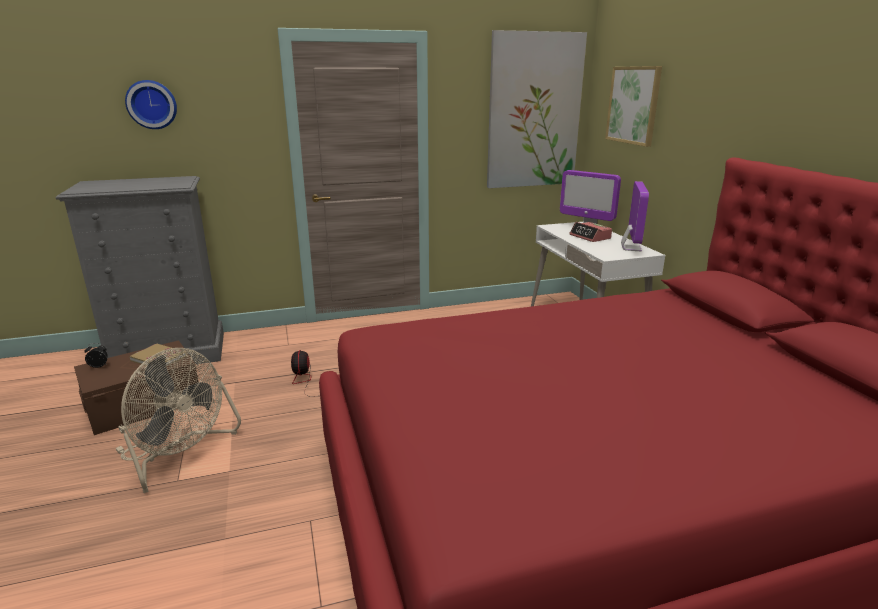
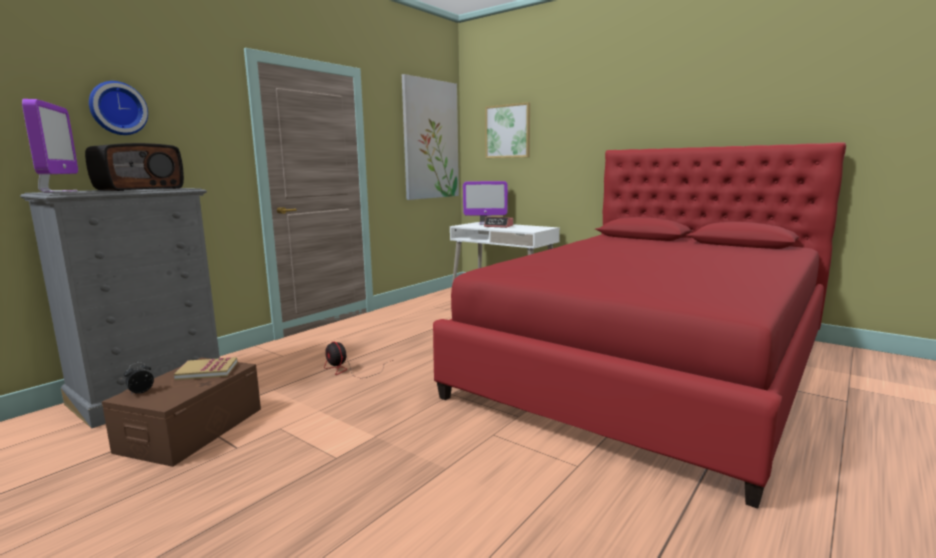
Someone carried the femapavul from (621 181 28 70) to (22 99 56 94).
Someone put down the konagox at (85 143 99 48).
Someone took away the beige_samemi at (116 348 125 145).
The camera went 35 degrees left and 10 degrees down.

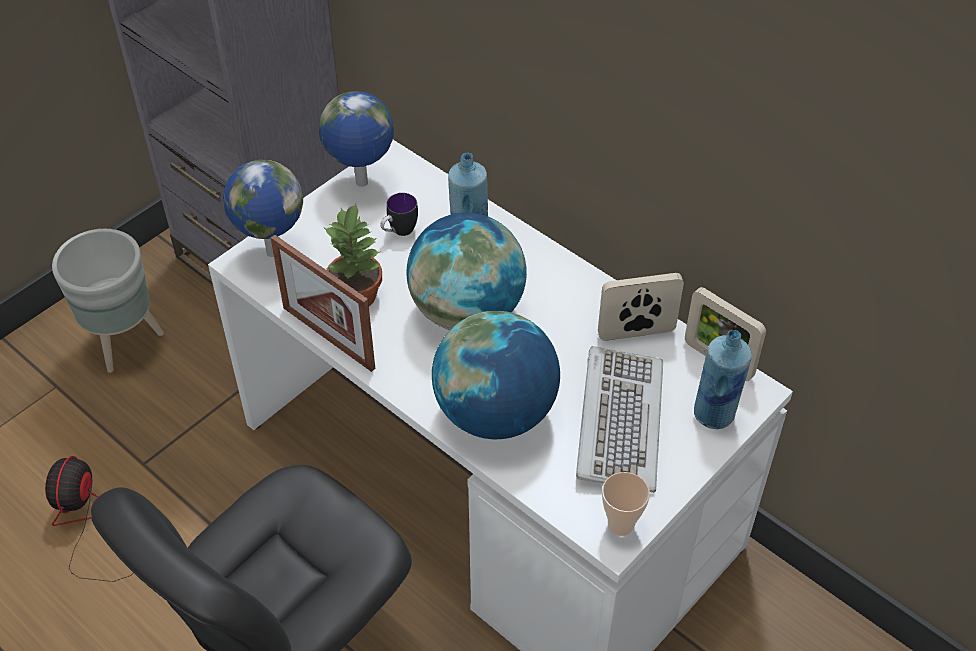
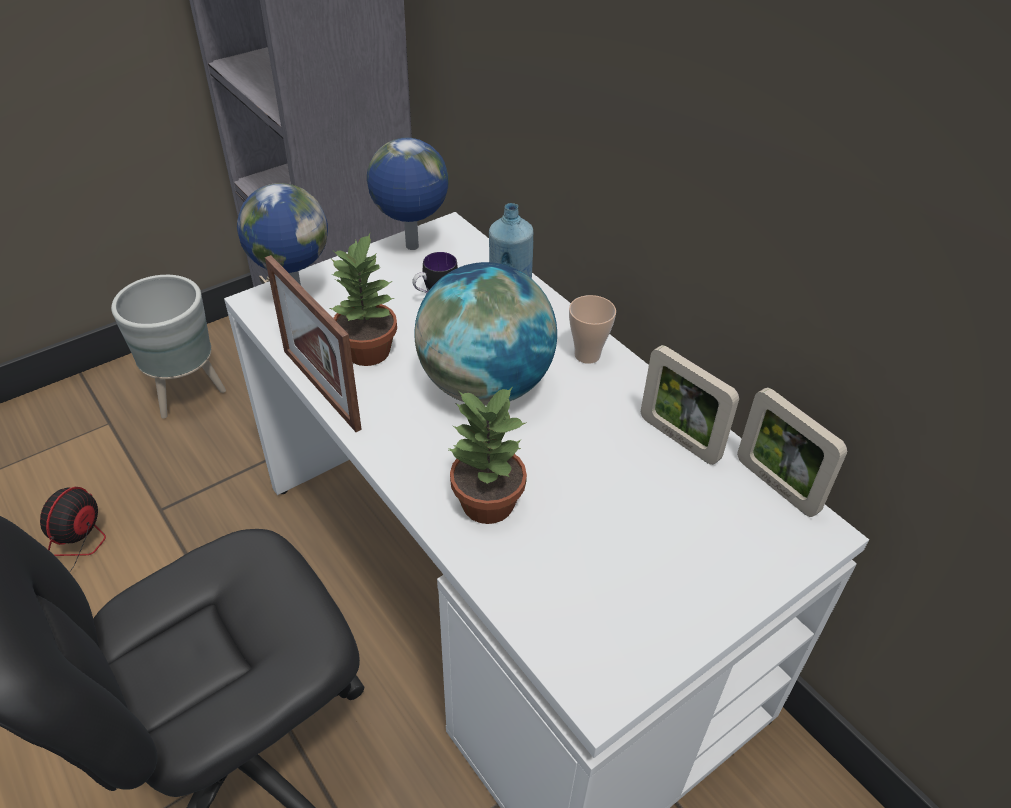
Someone swapped the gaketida at (432 311 128 128) for the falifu at (448 388 79 136).
Someone carried the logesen from (602 472 48 64) to (569 295 47 69).
Someone rotated the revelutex at (598 273 86 68) by 135 degrees counterclockwise.
Someone took away the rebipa at (576 346 87 147).
Someone took away the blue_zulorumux at (694 330 58 99).
The camera went 10 degrees right and 5 degrees down.

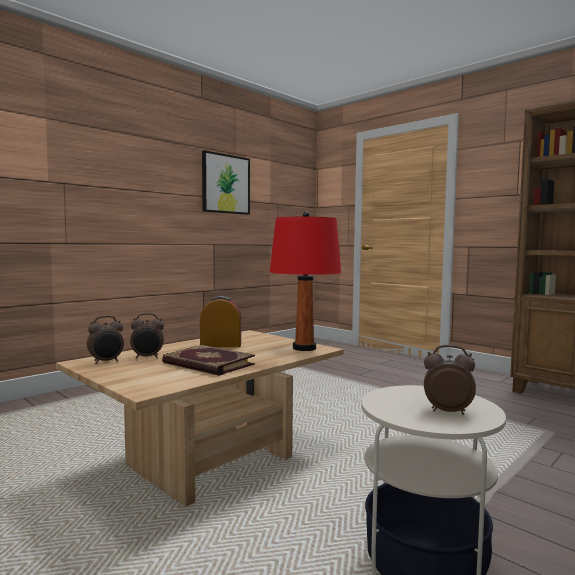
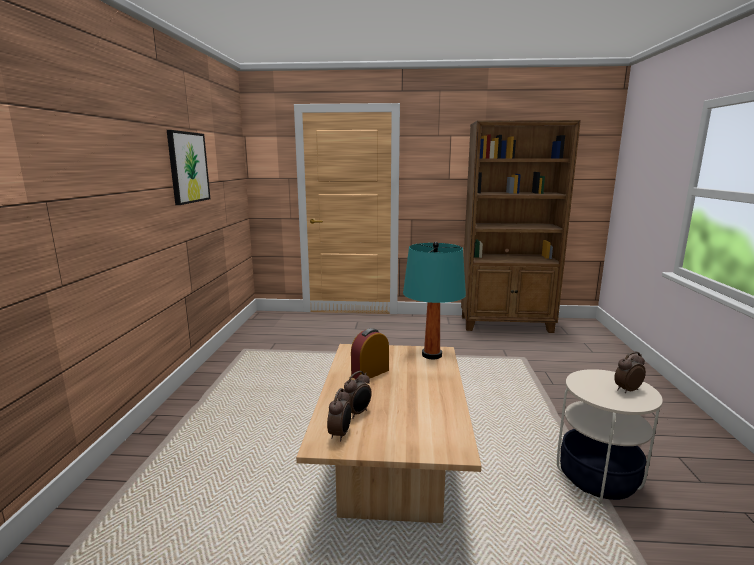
Someone repainted the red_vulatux at (270 212 71 139), which became the turquoise_vulatux at (403 242 63 118).
Someone took away the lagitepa at (162 345 93 31).
The camera went 40 degrees left and 10 degrees up.

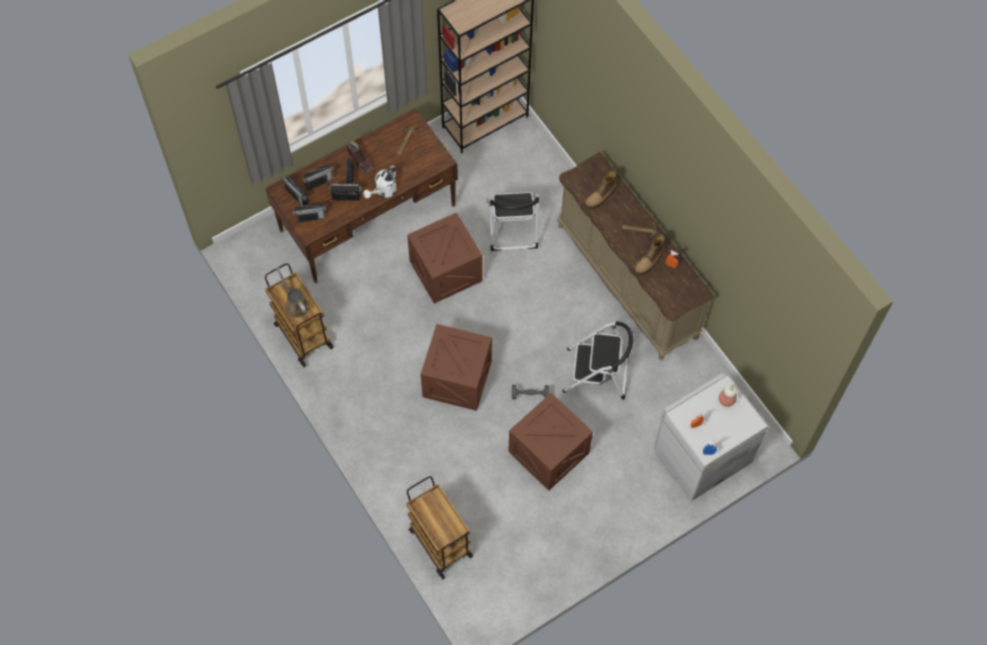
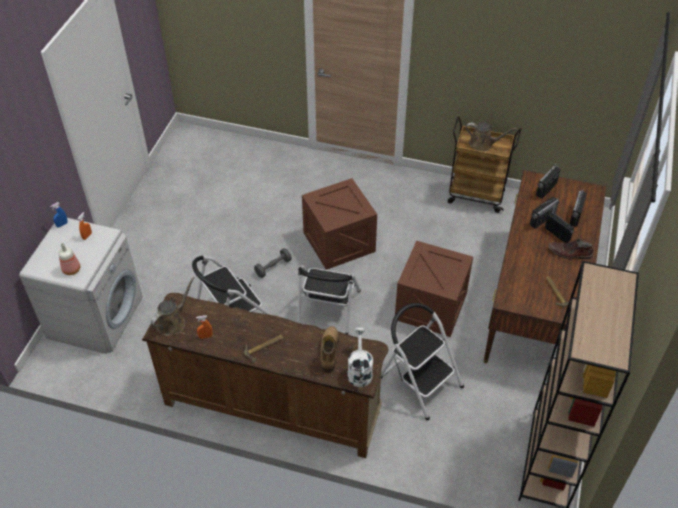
Someone put down the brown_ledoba at (151 277 44 59).
Someone put down the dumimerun at (297 265 64 69).
Someone carried the white_ledoba from (363 166 34 32) to (347 328 26 59).
Someone took away the konagox at (283 176 26 30).
Someone took away the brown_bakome at (406 476 67 104).
Someone took away the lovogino at (508 393 85 98).
Someone took away the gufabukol at (633 234 32 42).
The camera went 140 degrees right and 15 degrees down.

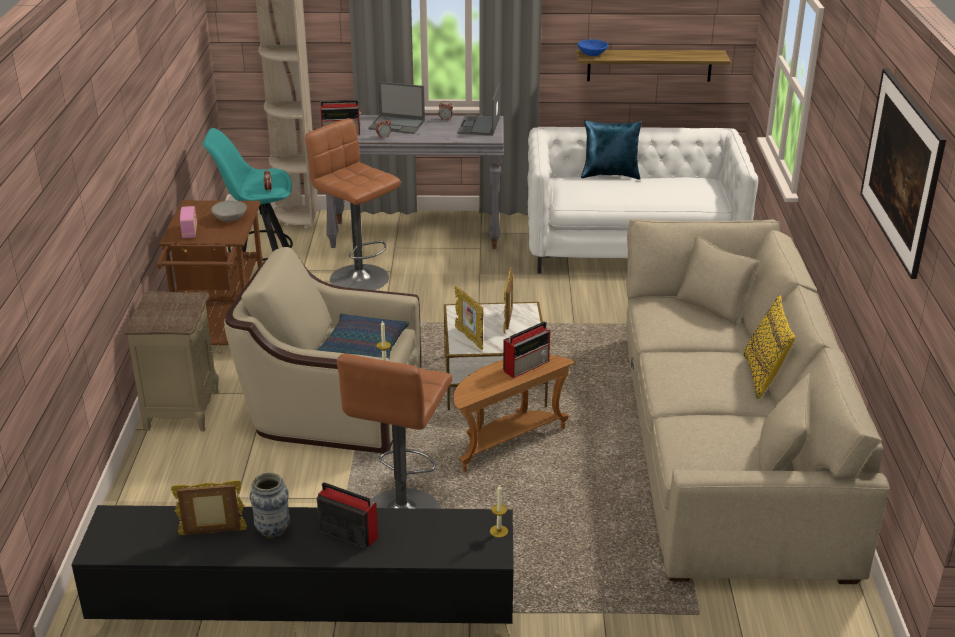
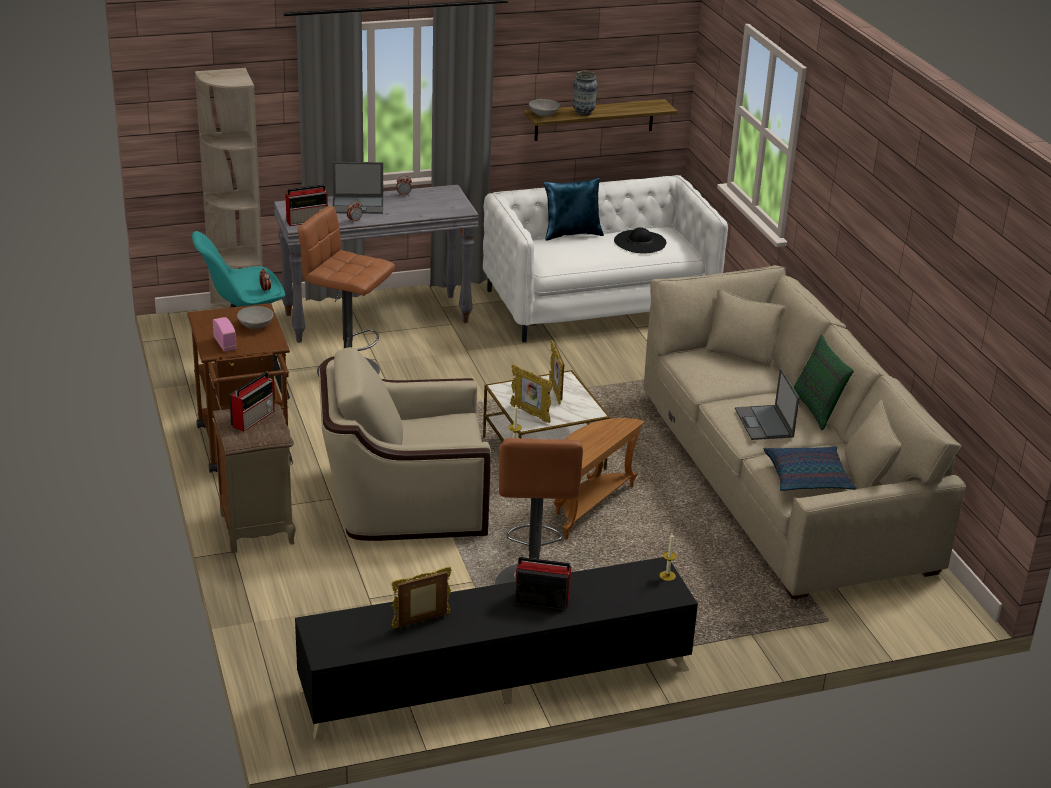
Someone carried the konagox from (503 321 47 57) to (229 371 46 61).
Someone repainted the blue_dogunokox at (578 39 30 17), which became the grey_dogunokox at (529 99 31 18).
Someone carried the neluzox from (250 472 40 66) to (573 70 25 46).
Someone put down the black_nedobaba at (614 227 52 27).
Someone carried the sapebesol from (458 83 42 53) to (735 368 65 72).
Someone carried the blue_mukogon from (317 313 93 46) to (764 446 92 45).
Someone repainted the yellow_mukogon at (744 295 51 104), which became the green_mukogon at (794 335 60 95).
Someone took away the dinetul at (860 68 86 211).
The camera went 20 degrees left and 0 degrees up.

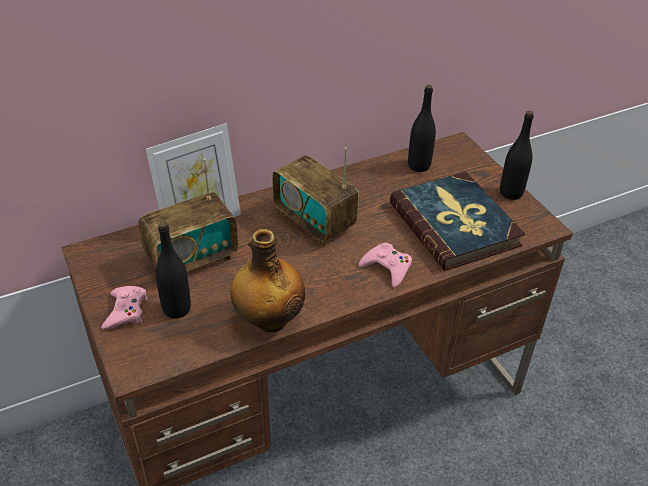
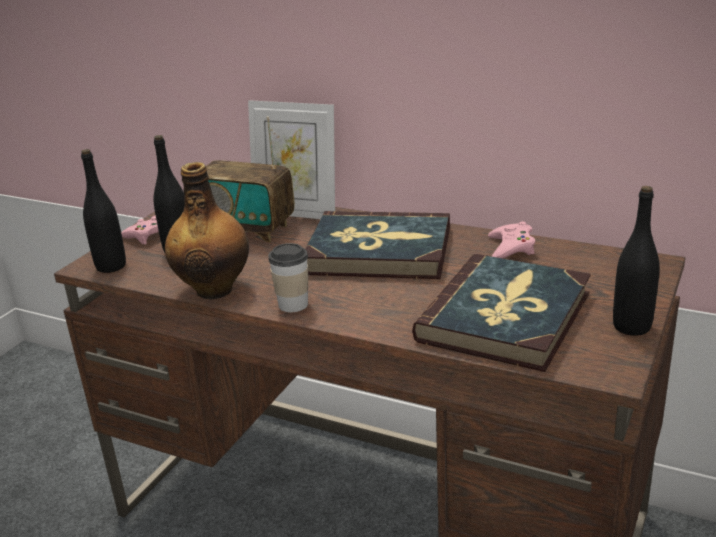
Someone carried the black_zulorumux from (408 84 28 88) to (81 149 45 124).
Someone put down the logesen at (268 243 40 69).
Someone swapped the konagox at (272 147 87 99) for the lagitepa at (306 211 144 68).
Someone carried the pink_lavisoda from (359 243 53 45) to (488 222 47 36).
The camera went 55 degrees right and 15 degrees down.

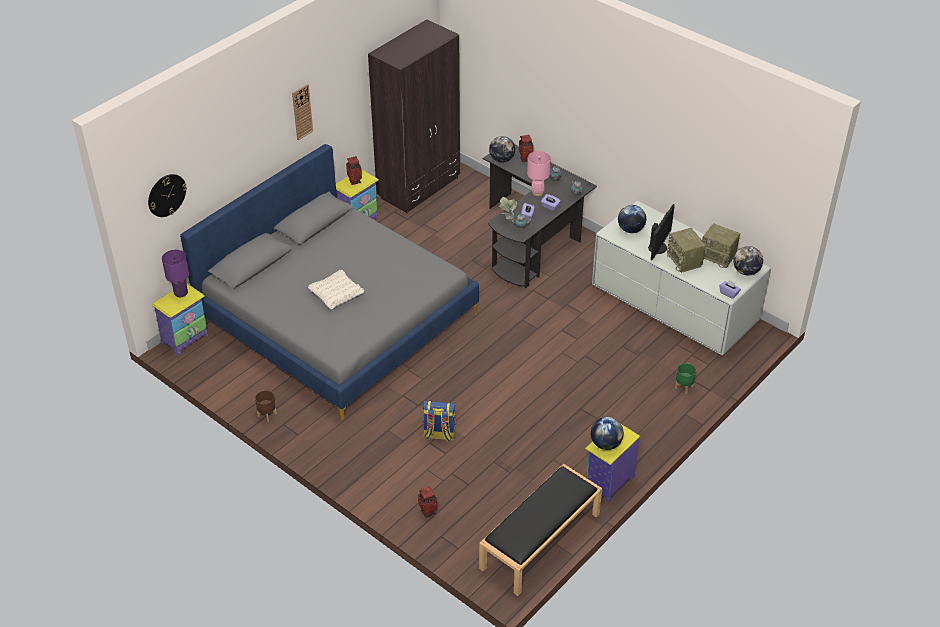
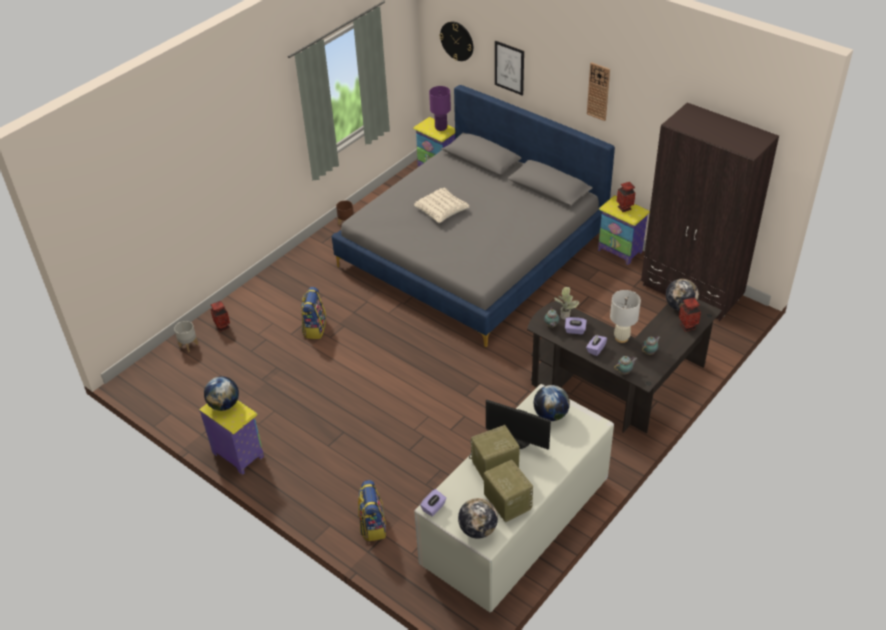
Someone put down the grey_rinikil at (174 321 24 31).
Someone swapped the green_rinikil at (675 363 21 31) for the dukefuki at (358 480 29 62).
Someone rotated the konagox at (702 224 38 44) by 120 degrees clockwise.
Someone put up the dinetul at (495 40 29 56).
Someone repainted the pink_vulatux at (527 151 24 45), which became the white_vulatux at (610 290 31 53).
Someone took away the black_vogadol at (479 464 123 132).
The camera went 90 degrees right and 0 degrees up.

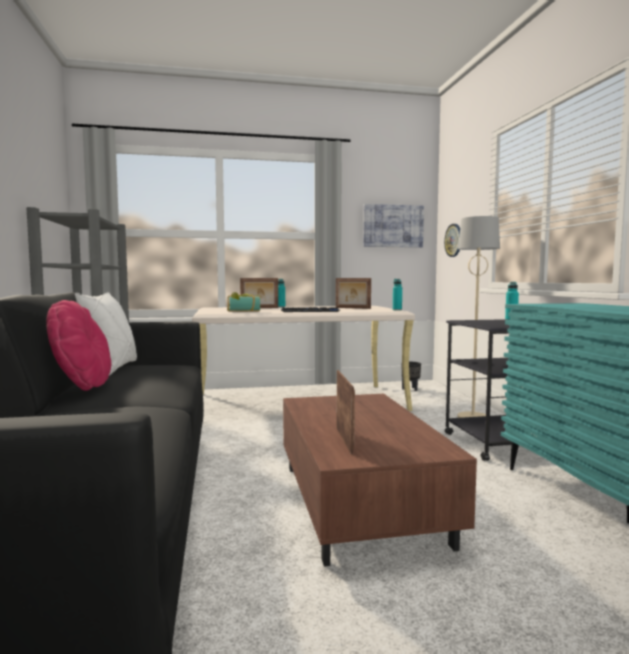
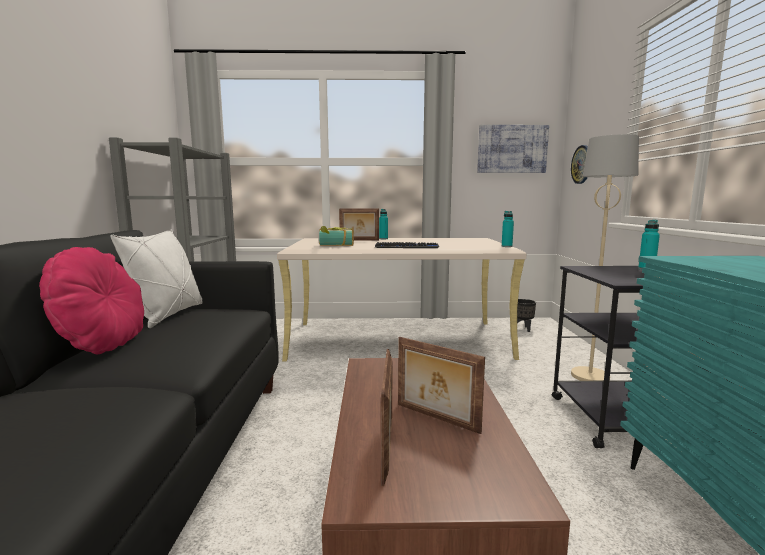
Someone carried the revelutex from (336 278 35 31) to (398 337 87 97).
The camera went 10 degrees right and 5 degrees up.

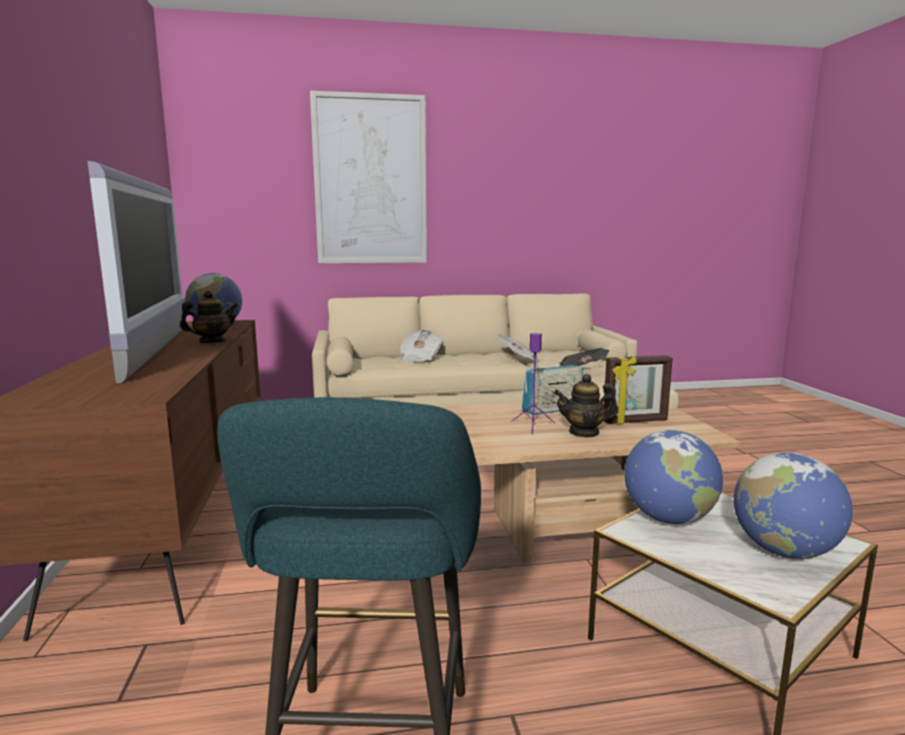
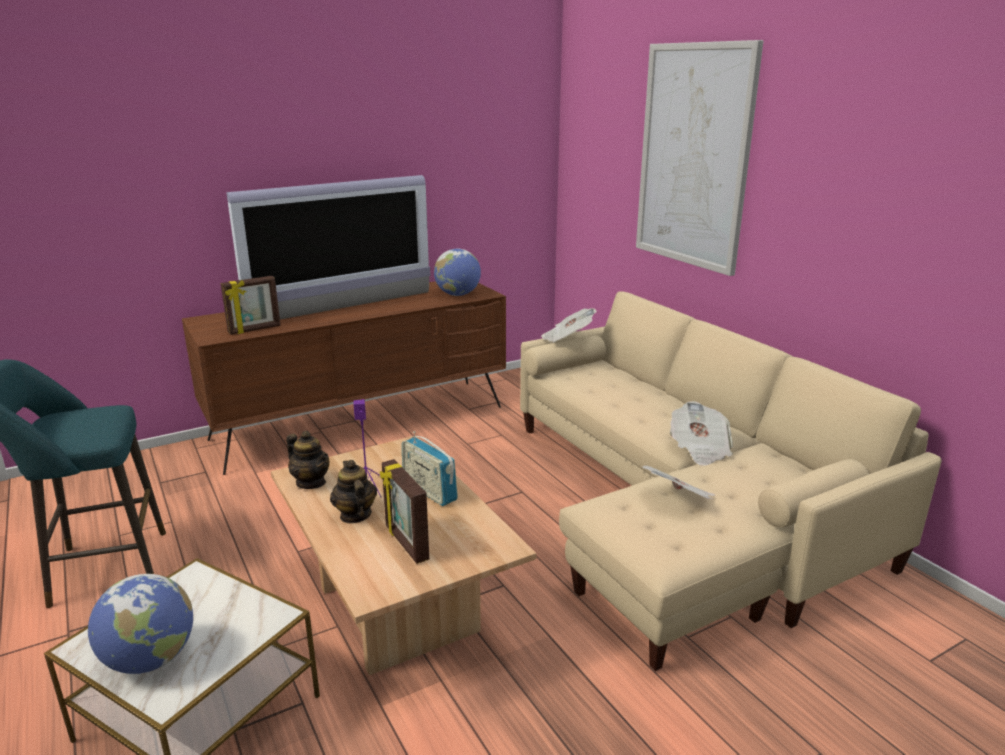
Someone put down the revelutex at (220 276 61 59).
Someone carried the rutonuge from (180 291 59 52) to (286 431 44 58).
Someone carried the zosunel from (399 330 44 33) to (541 308 56 35).
Someone took away the gaketida at (624 430 99 94).
The camera went 70 degrees right and 10 degrees up.

